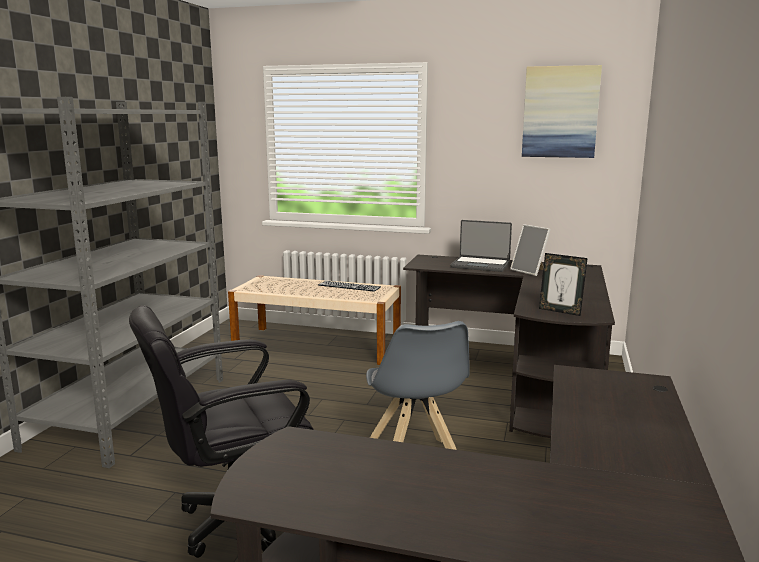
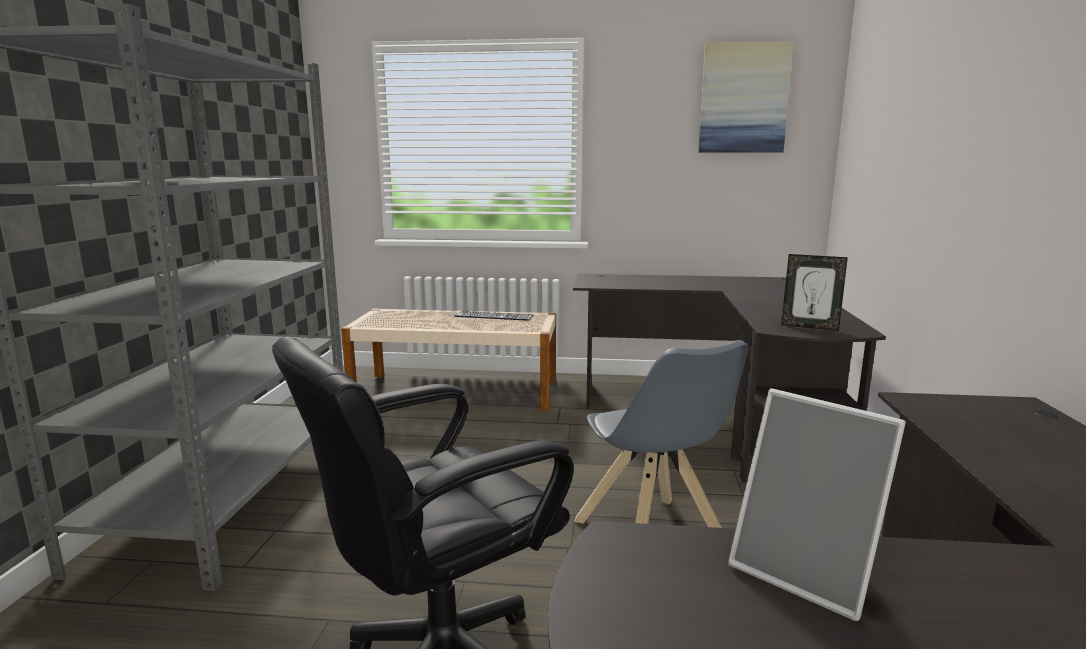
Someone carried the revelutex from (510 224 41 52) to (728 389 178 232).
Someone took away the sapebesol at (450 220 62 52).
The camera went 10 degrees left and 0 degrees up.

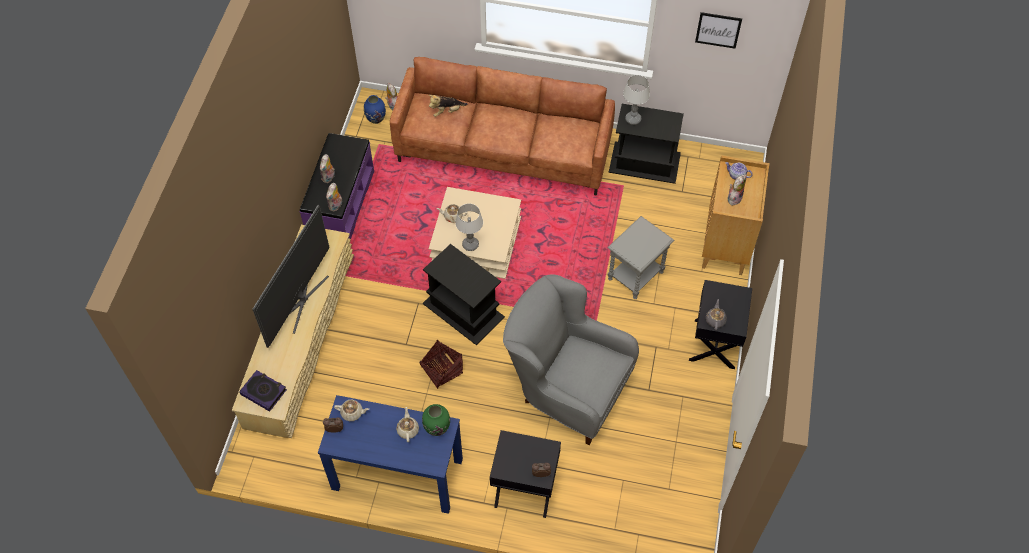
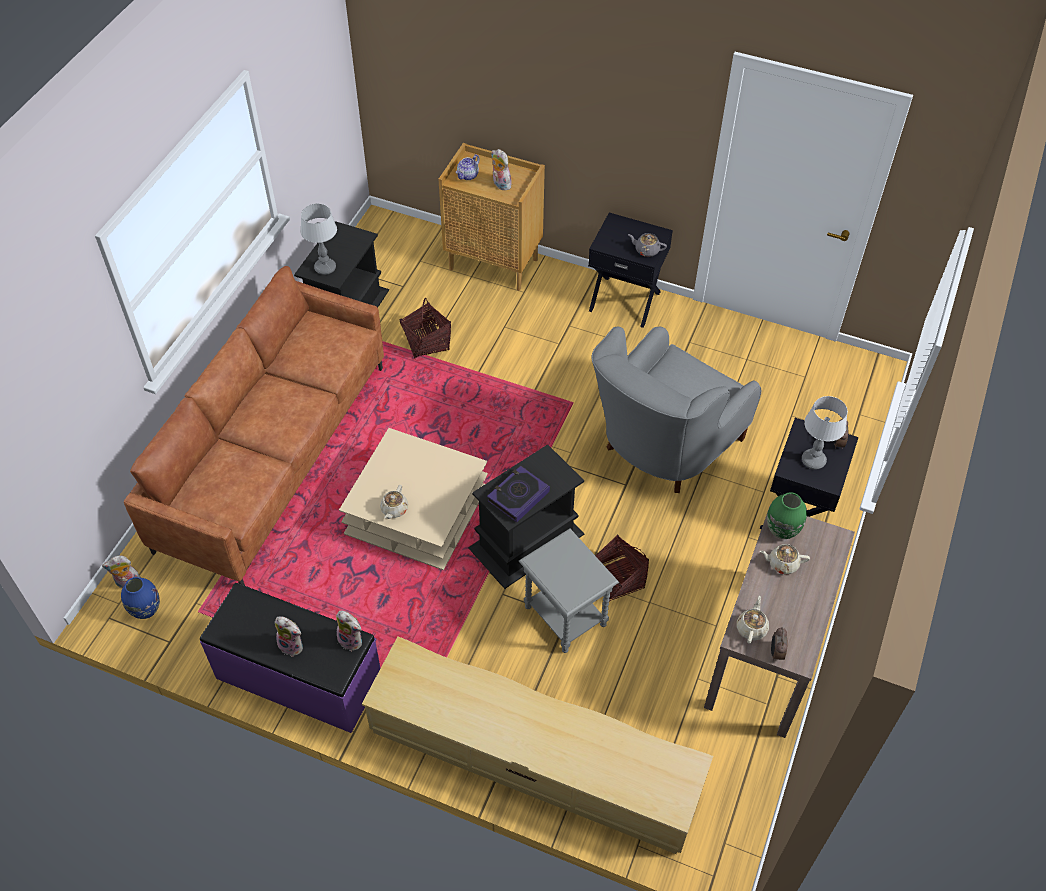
Someone put down the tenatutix at (400 298 51 60).
Someone carried the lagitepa from (239 370 48 42) to (487 466 63 57).
Someone carried the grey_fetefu from (607 216 68 83) to (519 529 100 124).
Someone repainted the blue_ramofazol at (318 395 145 119), which became the brown_ramofazol at (704 504 151 234).
Someone carried the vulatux from (455 203 28 48) to (802 396 46 73).
Someone took away the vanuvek at (253 205 76 143).
Someone took away the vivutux at (429 95 39 22).
Someone took away the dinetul at (695 12 47 36).
The camera went 80 degrees left and 5 degrees down.

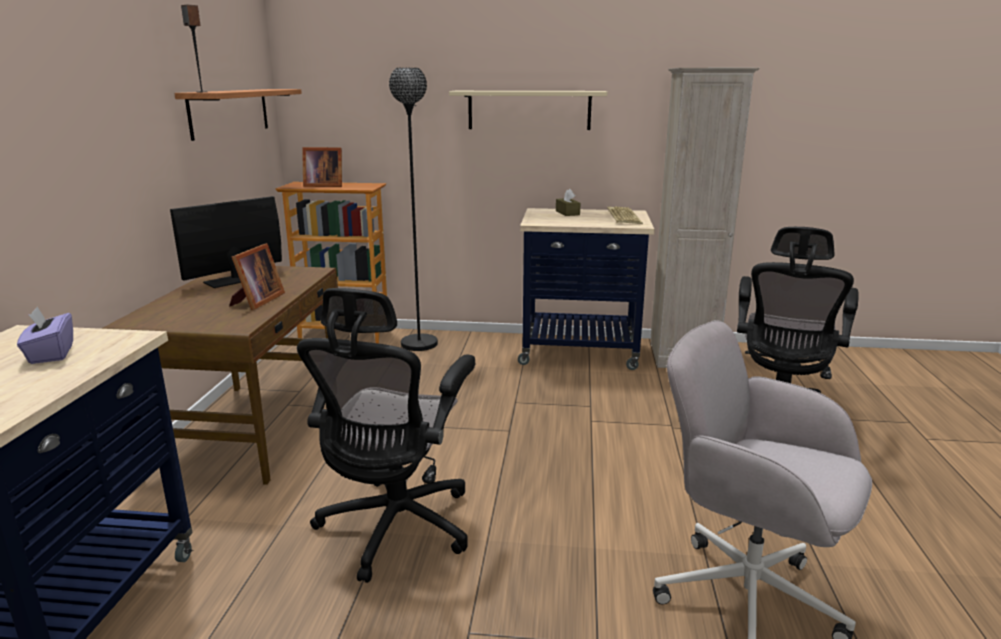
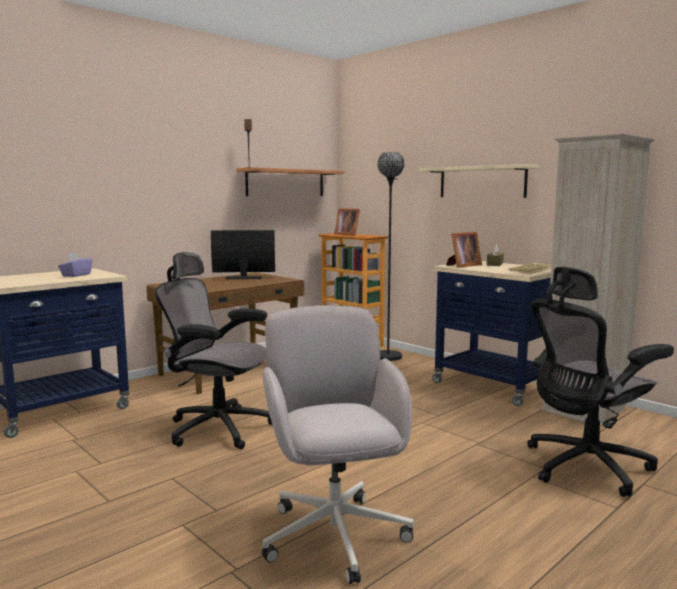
Someone rotated the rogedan at (297 288 178 295) by 60 degrees clockwise.
Someone carried the revelutex from (229 243 56 67) to (446 232 36 36).
The camera went 40 degrees right and 10 degrees down.

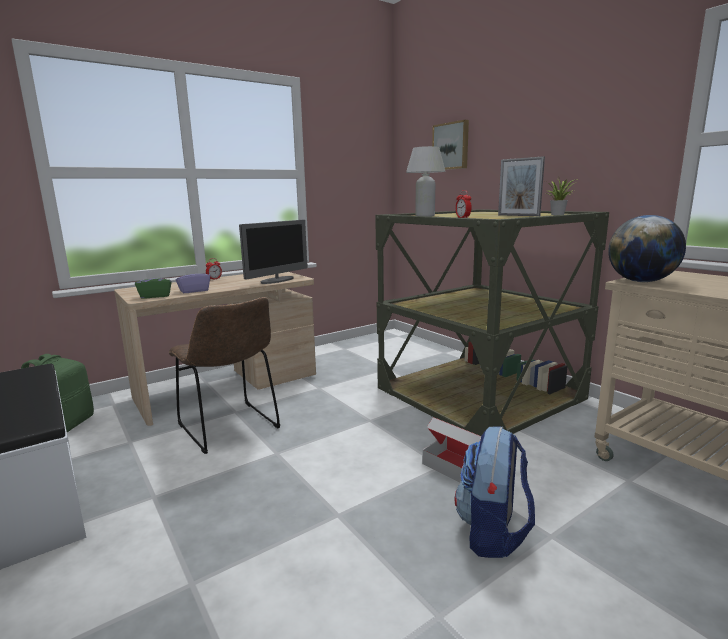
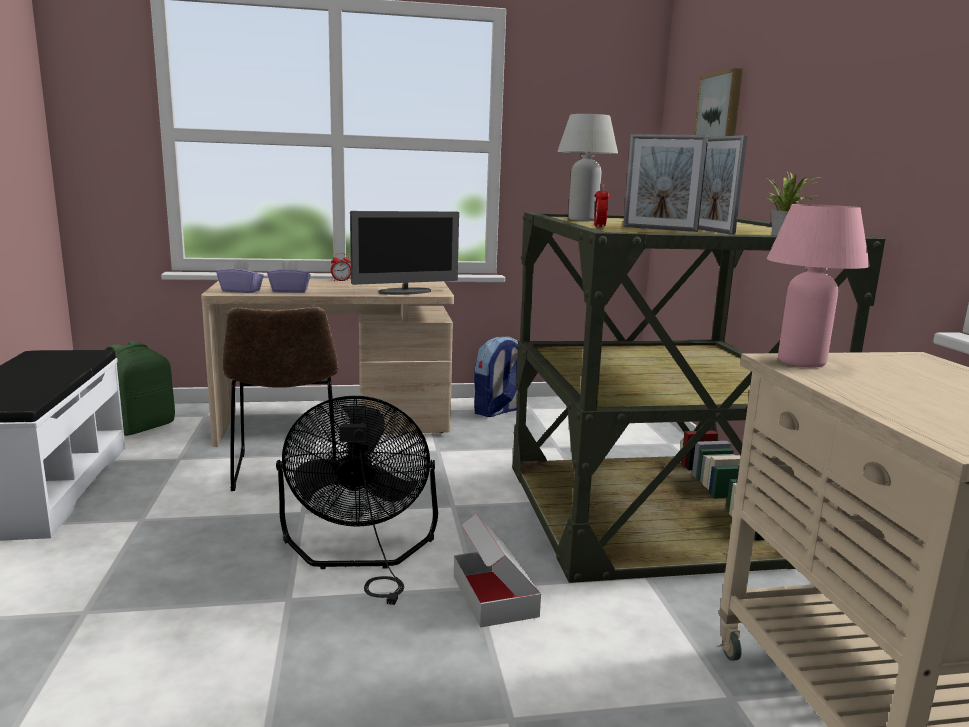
Someone repainted the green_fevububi at (135 271 37 28), which became the purple_fevububi at (216 260 48 33).
Someone put down the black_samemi at (276 396 162 209).
Someone carried the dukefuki from (455 427 80 131) to (474 337 44 80).
Someone put down the revelutex at (623 134 85 98).
Someone swapped the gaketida at (608 215 78 67) for the pink_vulatux at (767 204 103 163).
The camera went 25 degrees right and 0 degrees up.

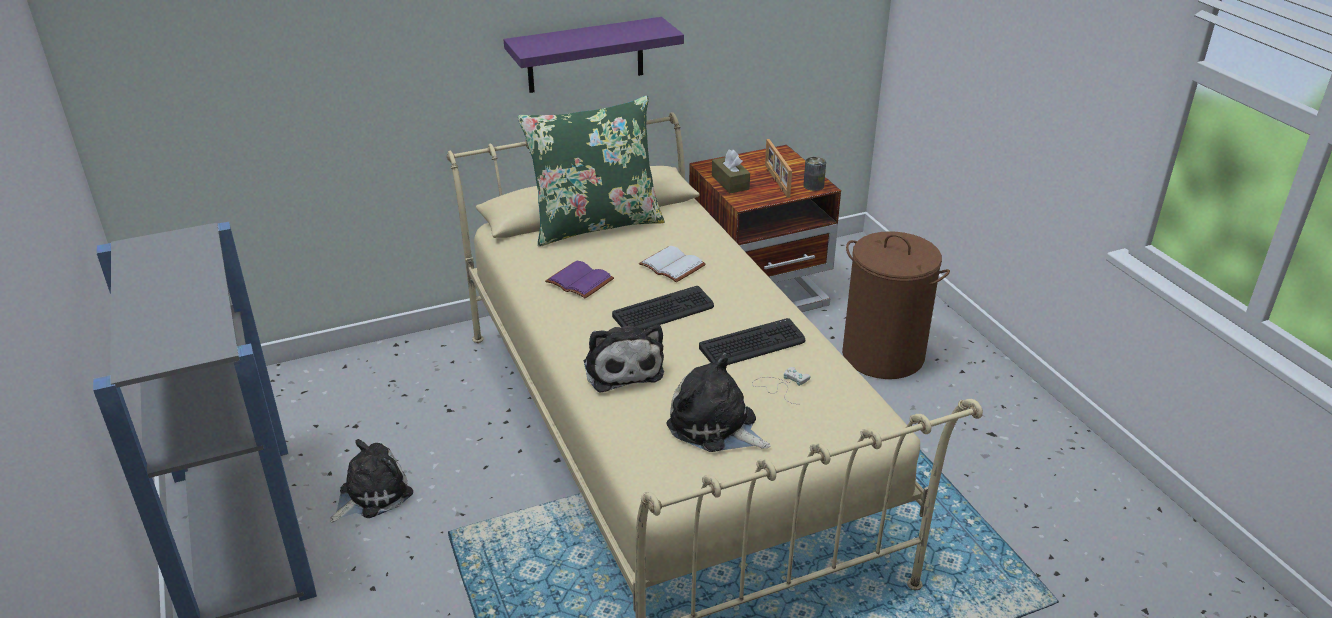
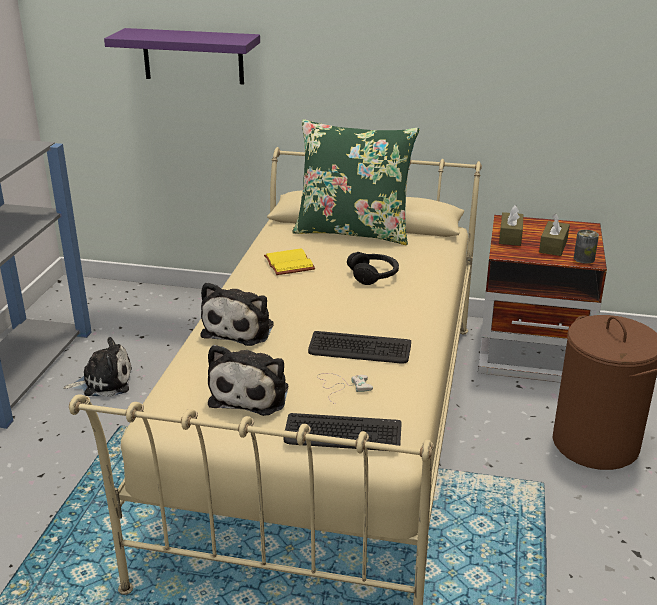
Someone carried the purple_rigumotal from (504 17 180 76) to (104 28 156 57).
Someone rotated the vivutux at (666 353 105 99) by 150 degrees counterclockwise.
Someone repainted the purple_lagitepa at (545 261 69 37), which became the yellow_lagitepa at (264 248 51 27).
Someone carried the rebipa from (612 286 102 44) to (283 413 119 38).
Someone swapped the white_lagitepa at (639 246 67 36) for the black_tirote at (347 252 52 33).
Someone swapped the revelutex at (765 139 27 59) for the brown_fevububi at (539 213 31 43).
The camera went 35 degrees right and 5 degrees down.

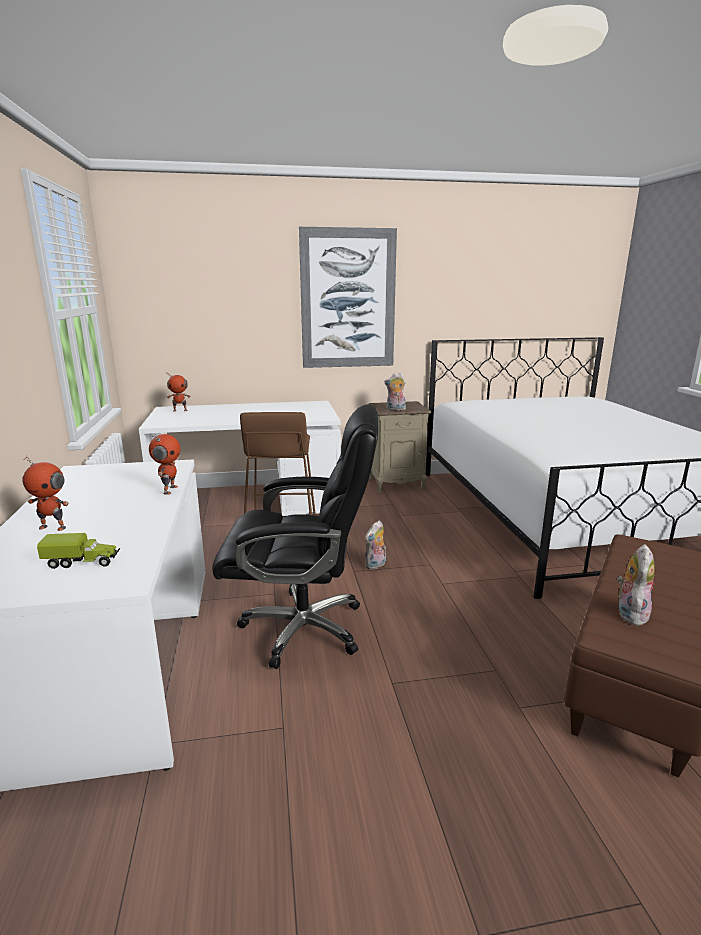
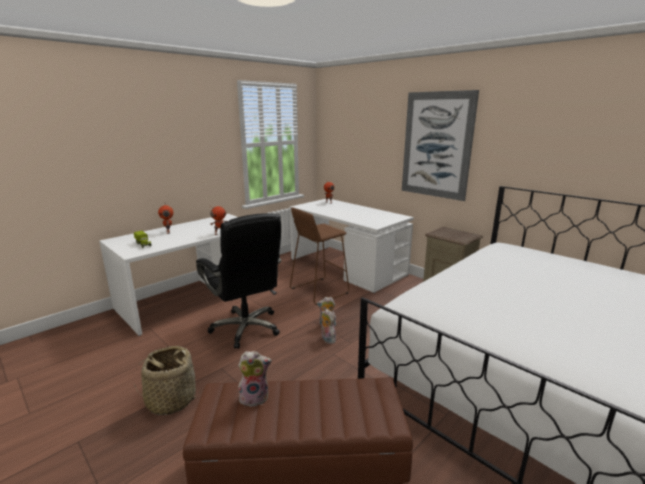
Someone put down the tenatutix at (134 346 67 69).
Someone carried the vivutux from (384 373 22 38) to (321 309 15 35).
The camera went 55 degrees right and 0 degrees up.

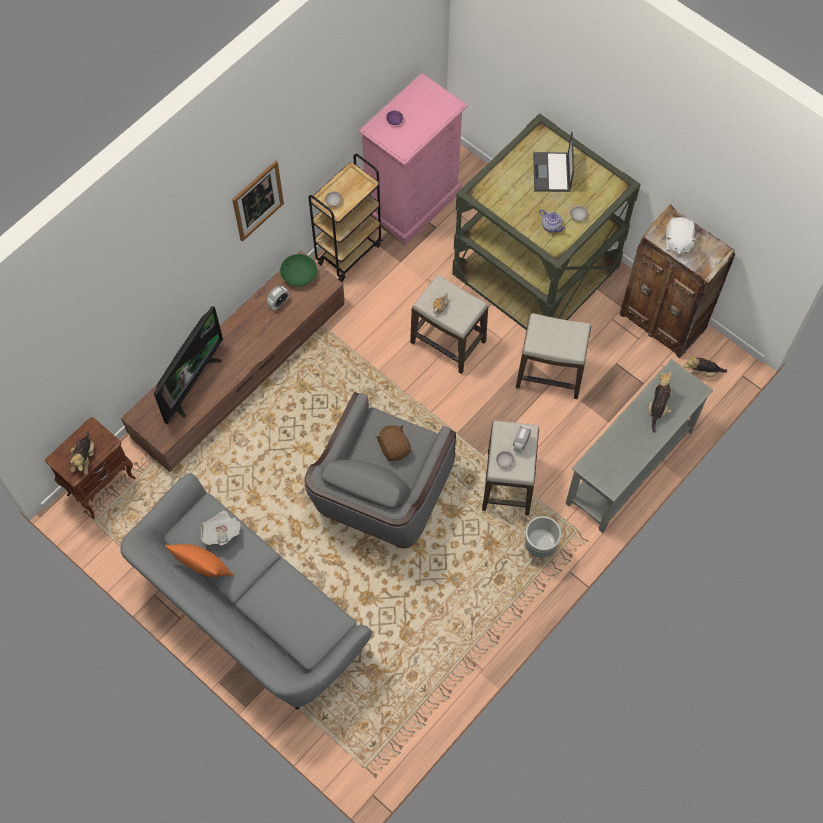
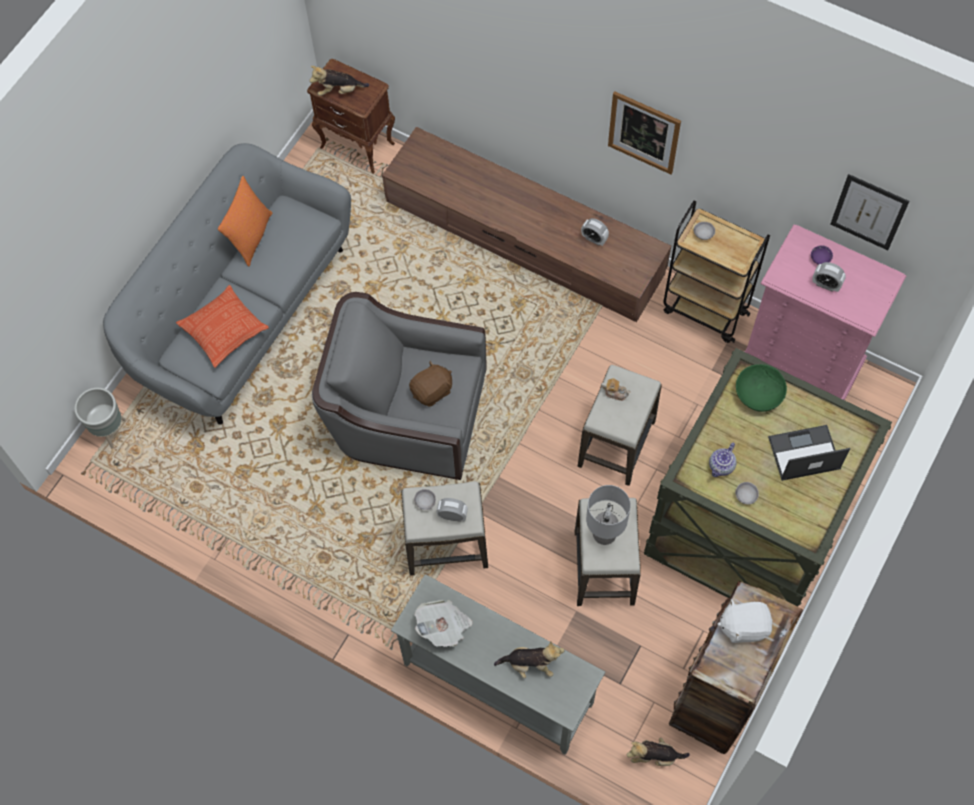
Someone carried the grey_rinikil from (525 516 37 49) to (74 388 52 60).
Someone put down the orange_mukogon at (176 285 93 83).
Someone carried the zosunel from (201 511 40 34) to (415 600 58 47).
Someone put down the grey_vulatux at (586 485 45 60).
Someone rotated the vivutux at (684 355 43 23) by 75 degrees counterclockwise.
Someone carried the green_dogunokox from (280 254 37 33) to (736 364 51 48).
Someone put down the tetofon at (812 262 34 30).
Someone put up the dinetul at (831 174 78 76).
Someone took away the vanuvek at (154 306 69 118).
The camera went 80 degrees right and 0 degrees up.

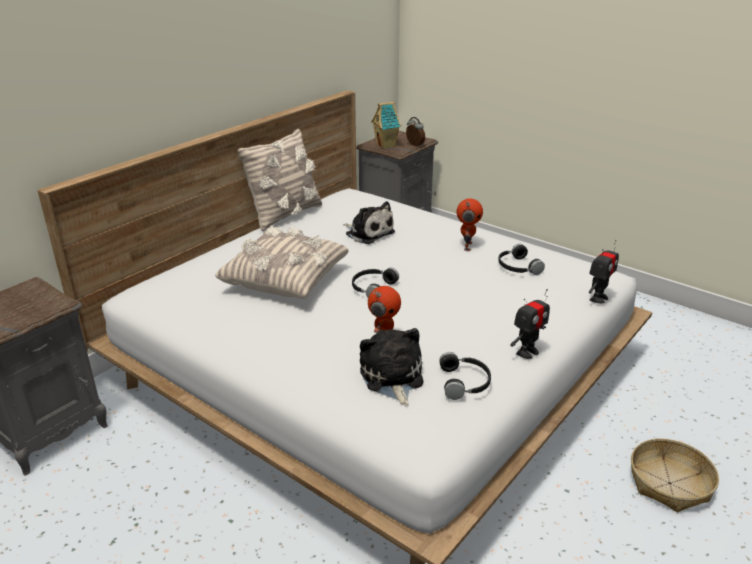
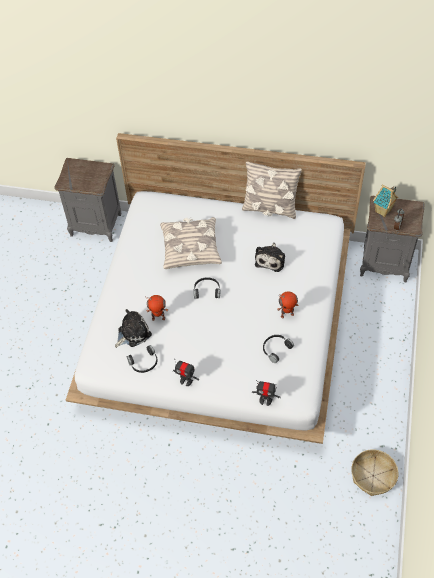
Someone carried the tenatutix from (631 438 88 74) to (351 449 47 47).
The camera went 65 degrees right and 25 degrees up.

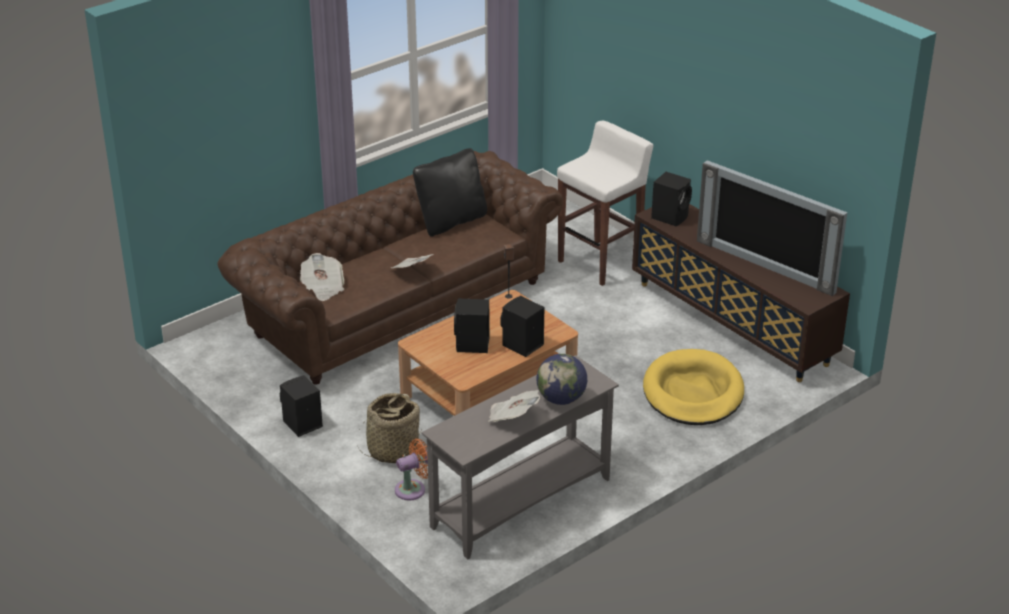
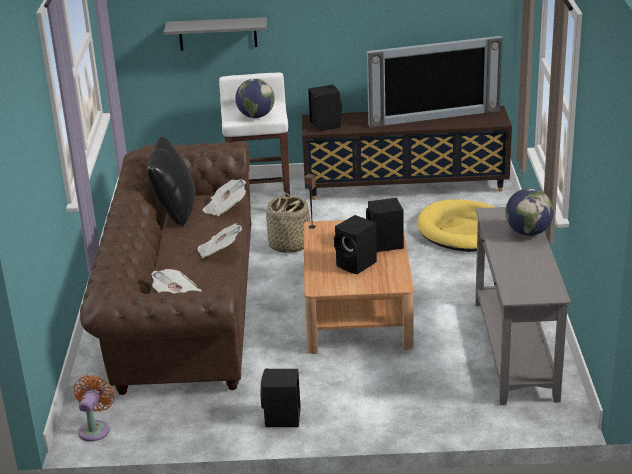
Someone carried the orange_samemi from (395 439 33 62) to (74 375 40 67).
Someone put up the grey_rigumotal at (164 17 103 33).
Someone carried the zosunel from (488 390 52 32) to (203 179 43 37).
Someone put down the gaketida at (235 79 40 39).
Someone carried the tenatutix from (358 393 63 70) to (266 193 44 60).
The camera went 50 degrees left and 5 degrees down.

